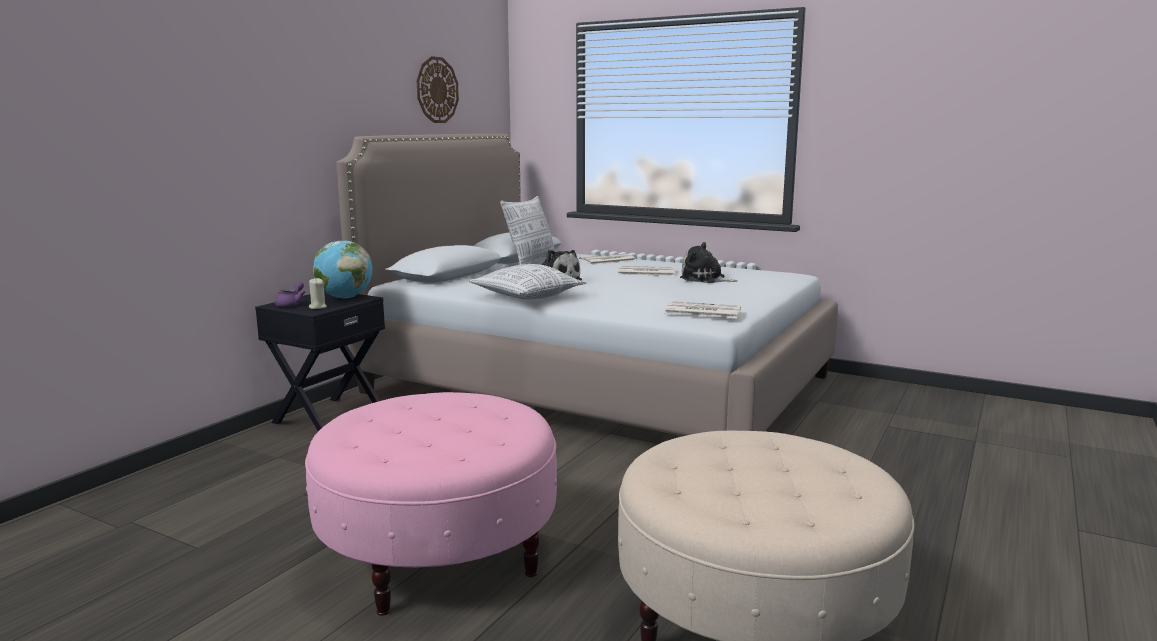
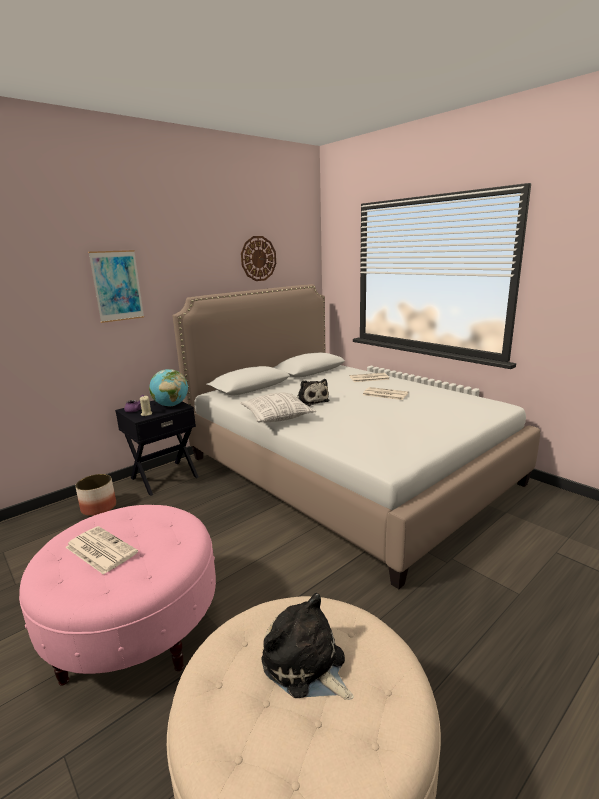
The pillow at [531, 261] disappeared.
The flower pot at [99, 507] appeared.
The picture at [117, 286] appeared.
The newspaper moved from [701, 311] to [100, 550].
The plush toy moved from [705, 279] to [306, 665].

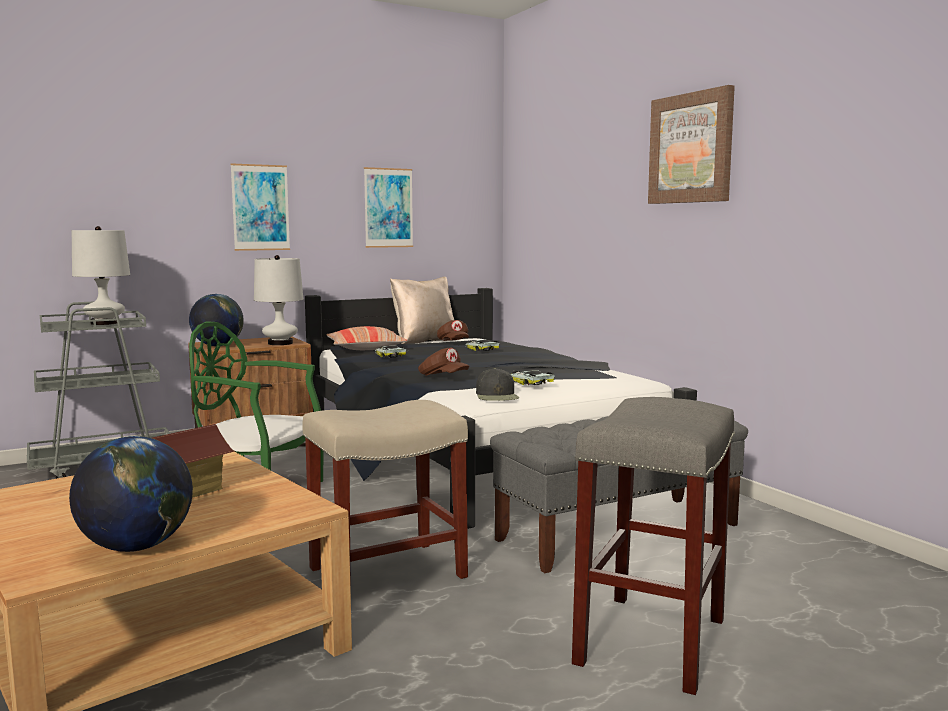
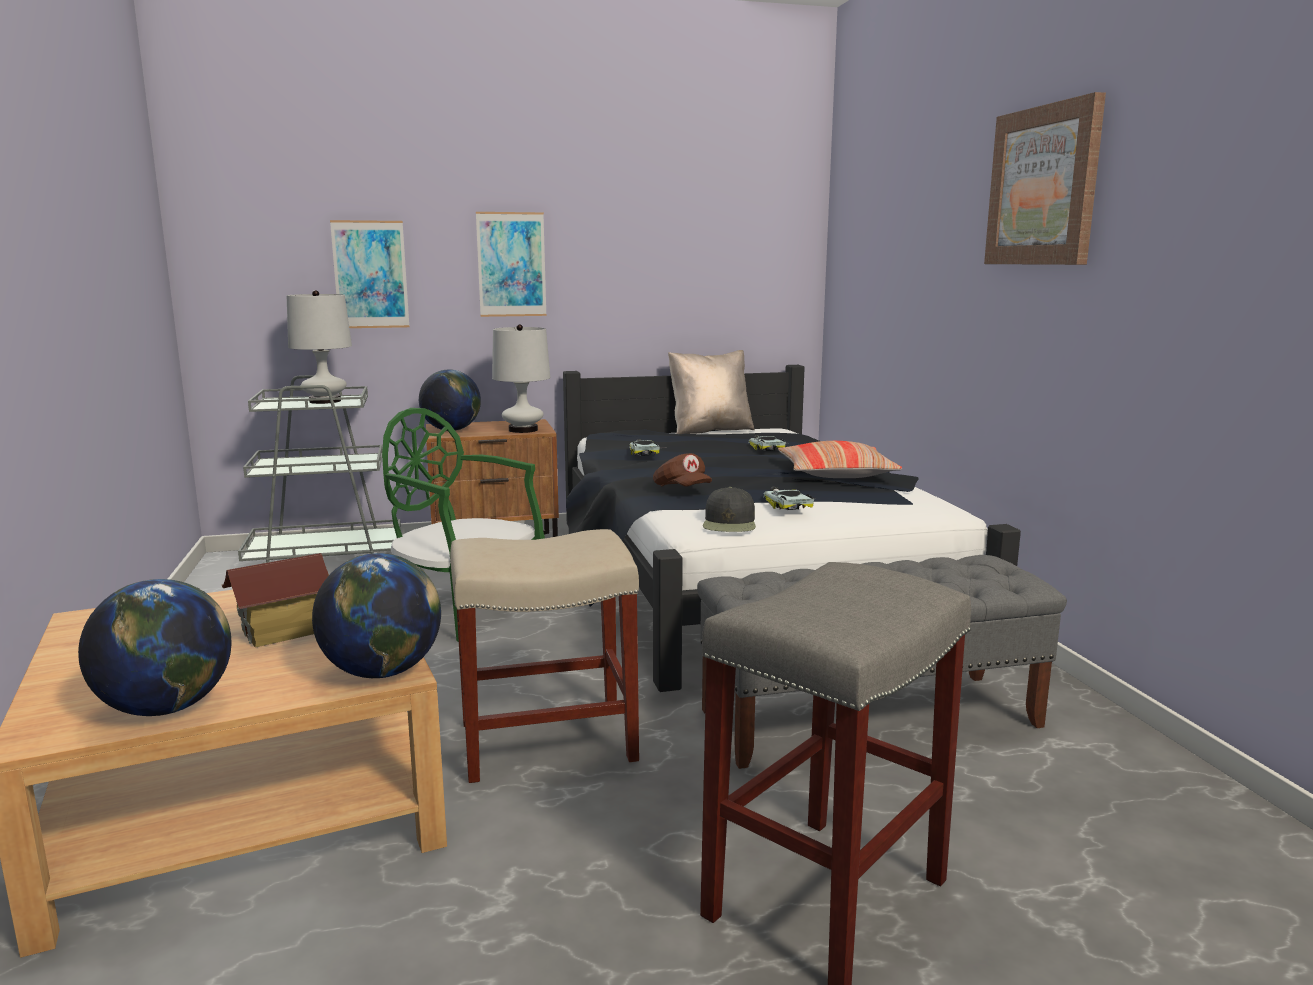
The brown-coloured baseball cap at [453, 342] disappeared.
The globe at [383, 673] appeared.
The pillow moved from [365, 348] to [836, 474].
The picture moved from [388, 208] to [370, 274].

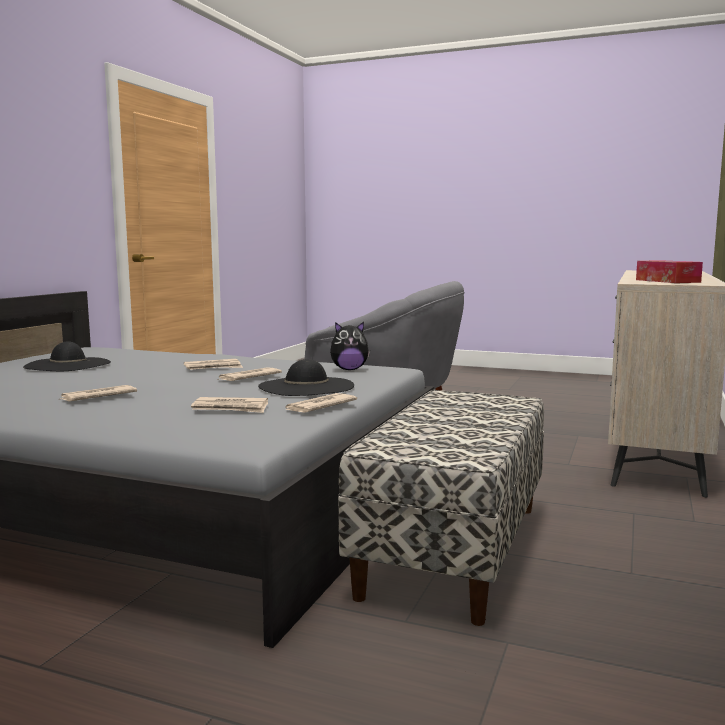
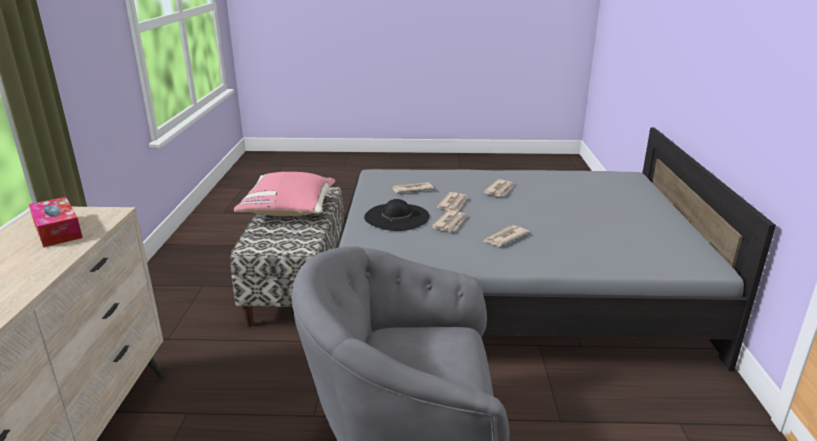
The blackish hat at [67, 365] disappeared.
The plush toy at [349, 369] disappeared.
The pink-coloured pillow at [289, 211] appeared.
The newspaper moved from [319, 407] to [453, 203].

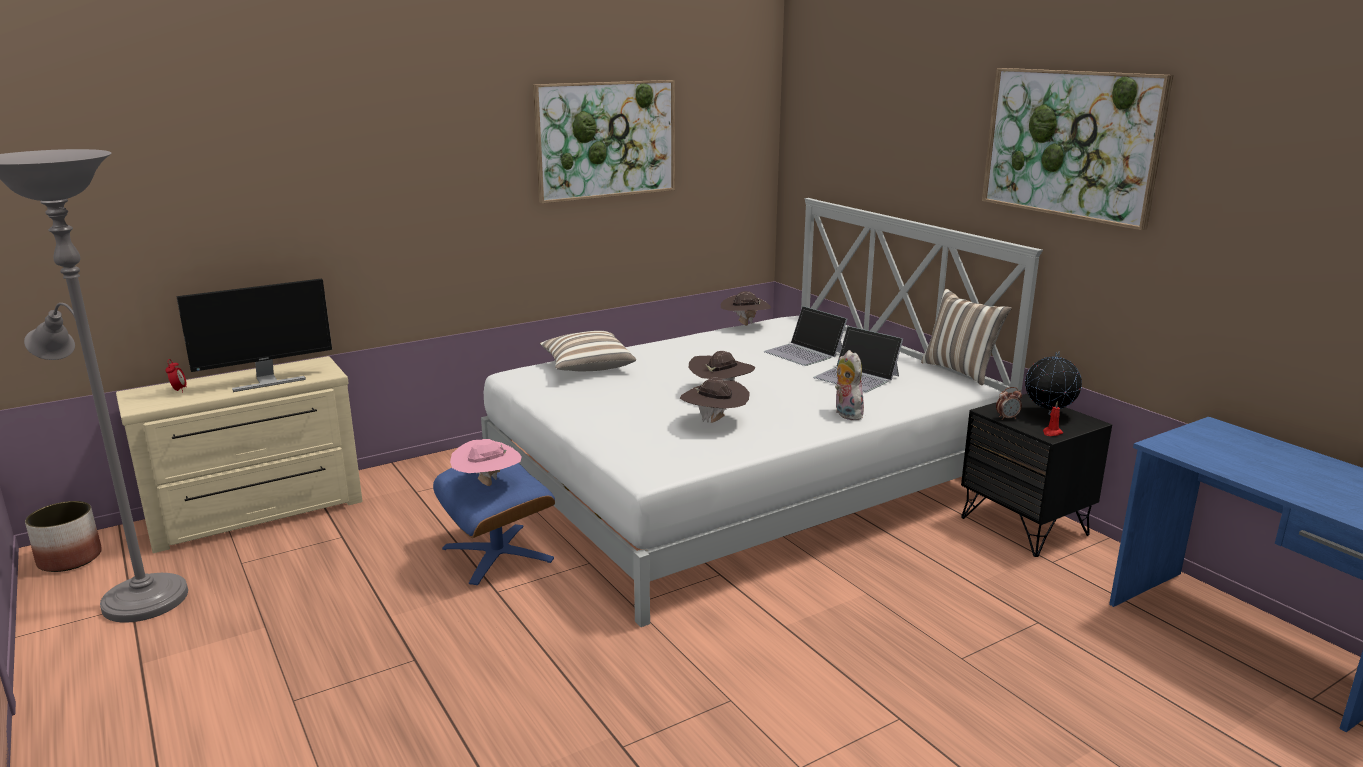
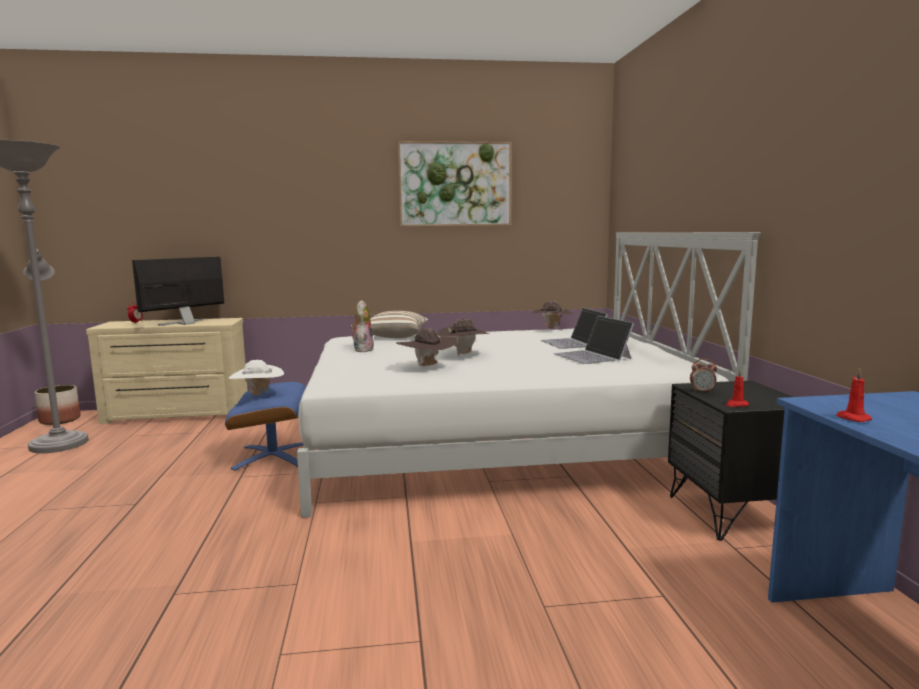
The pillow at [961, 371] disappeared.
The picture at [1070, 144] disappeared.
The globe at [1048, 414] disappeared.
The reddish wax light at [852, 418] appeared.
The plush toy moved from [846, 414] to [362, 350].
The pink-coloured hat at [487, 484] became the whitish hat at [258, 395].
The computer display at [266, 381] turned 135 degrees clockwise.

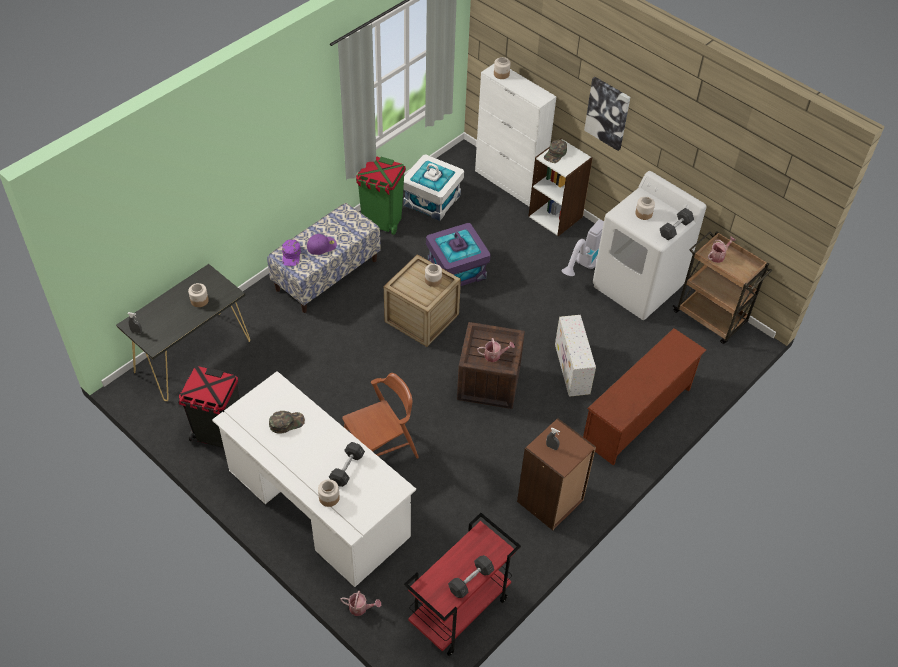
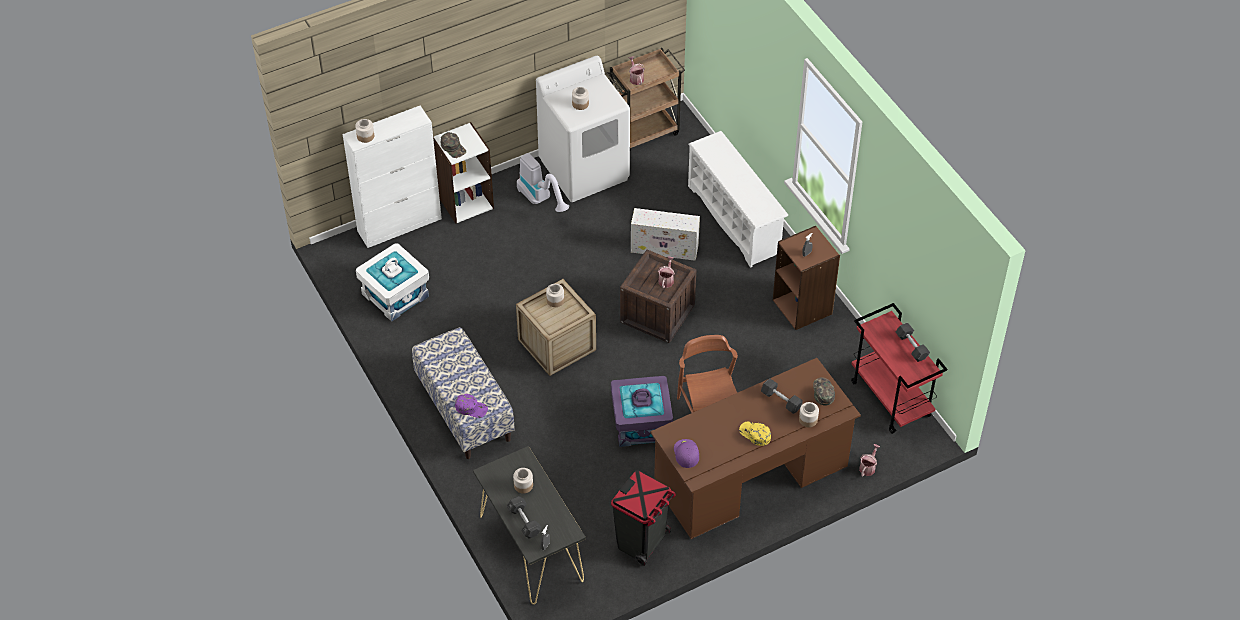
The green trash can at [381, 221] disappeared.
The picture at [608, 113] disappeared.
The yellow baseball cap at [755, 434] appeared.
The green baseball cap moved from [286, 422] to [823, 392].
The purplish baseball cap moved from [322, 245] to [686, 453].
The purplish storage bin moved from [457, 270] to [641, 423].
The greyish dumbbell moved from [675, 229] to [524, 521].
The whitish desk table at [317, 504] became the brown-coloured desk table at [751, 476].
The brown-coloured shoe rack at [638, 417] became the whitish shoe rack at [735, 219].

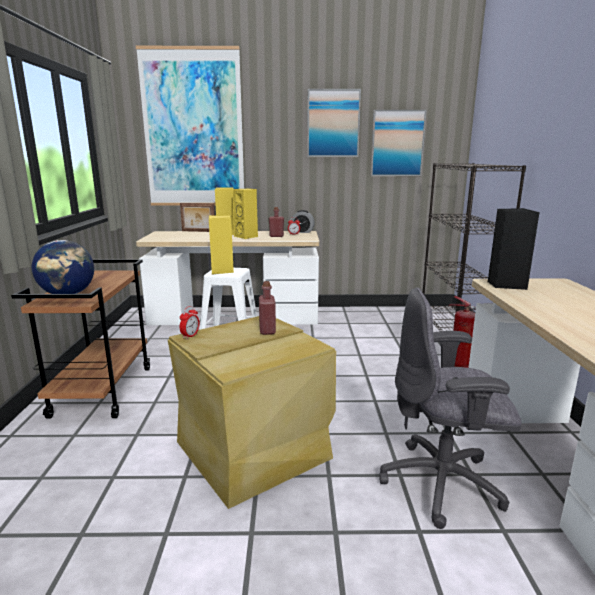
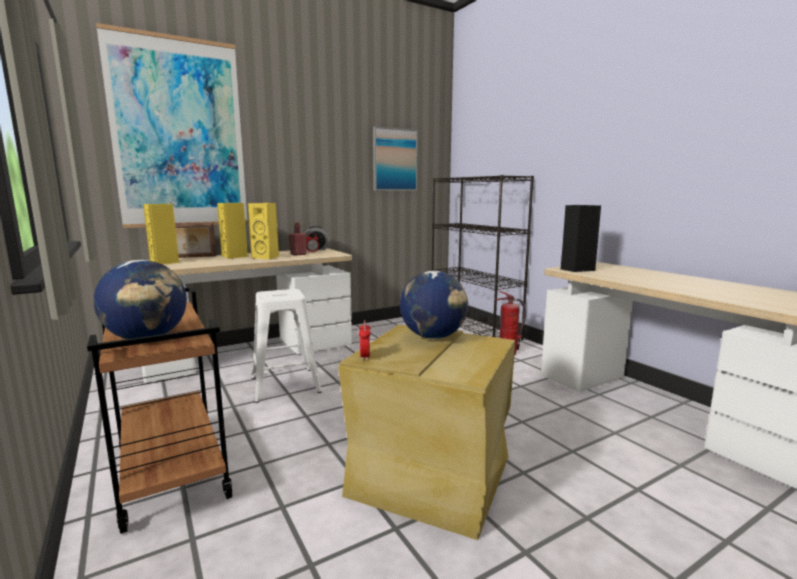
The picture at [333, 123] disappeared.
The greyish office chair at [443, 483] disappeared.
The yellow loudspeaker moved from [222, 271] to [164, 262].
The reddish drink bottle at [267, 330] was replaced by the globe at [433, 337].

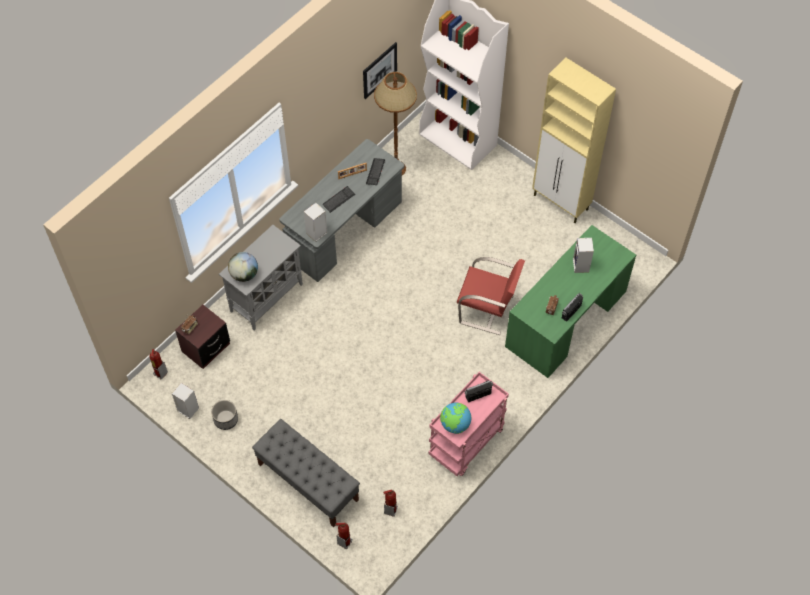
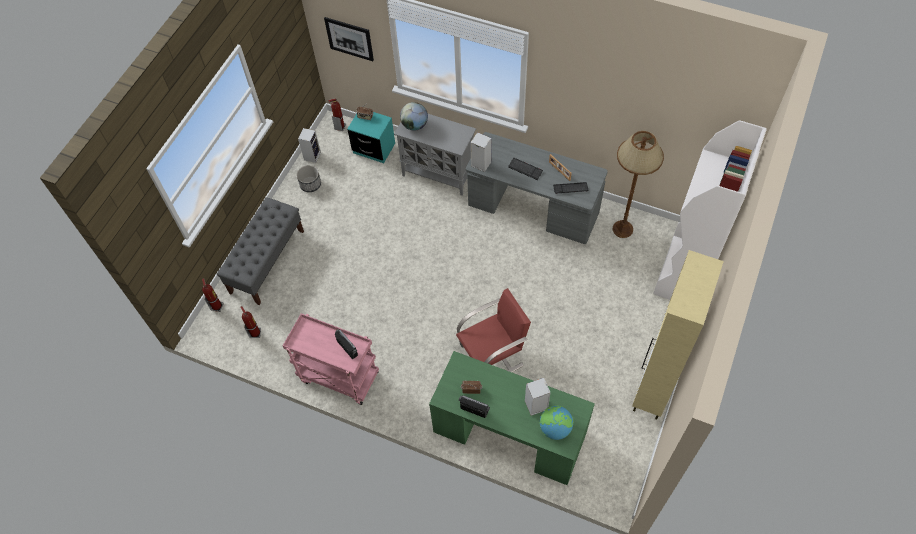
The picture moved from [379, 70] to [349, 38].
The globe moved from [455, 424] to [555, 428].
The brown-coloured nightstand at [206, 348] became the turquoise nightstand at [374, 148].
The reddish upright chair at [487, 309] turned 120 degrees counterclockwise.

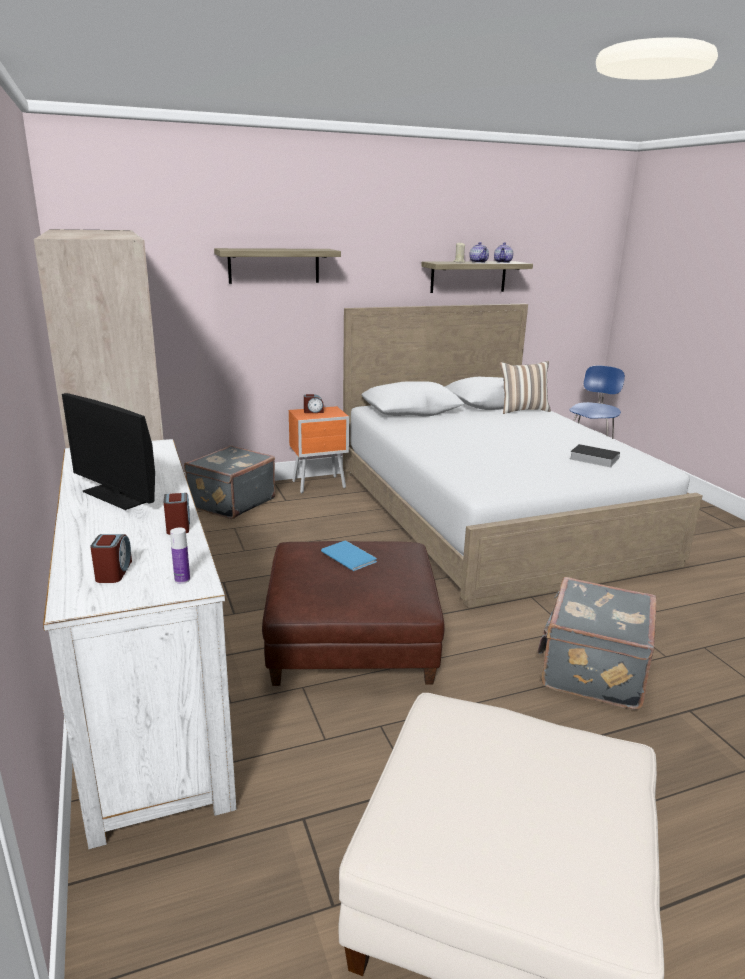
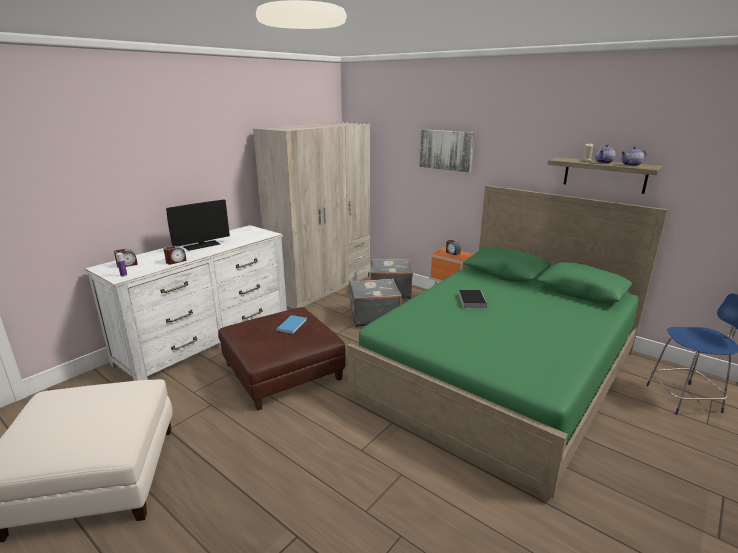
The pillow at [522, 410] disappeared.
The greyish travel case moved from [591, 670] to [373, 316].
The volume moved from [592, 458] to [471, 301].
The shelf at [274, 266] was replaced by the picture at [446, 150].
The whitish sleeping bed at [492, 514] became the green sleeping bed at [502, 374].
The computer display at [117, 495] turned 135 degrees counterclockwise.

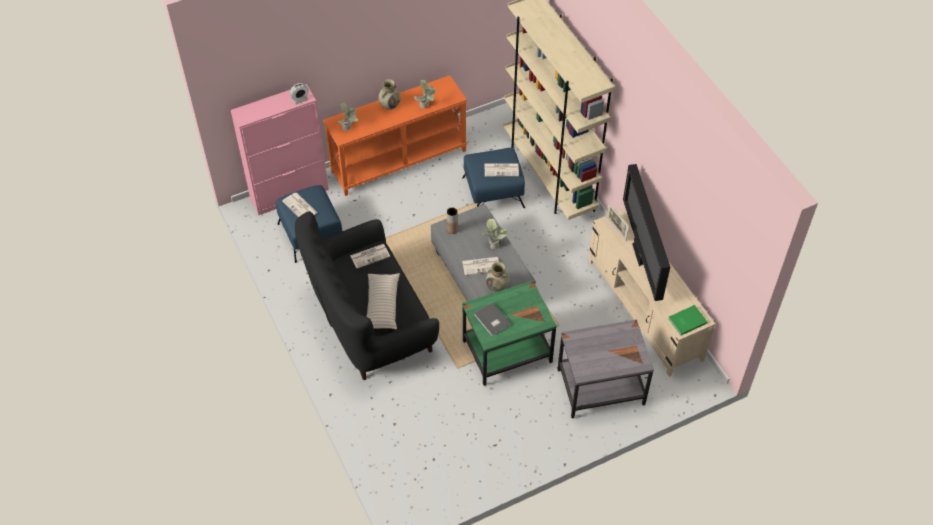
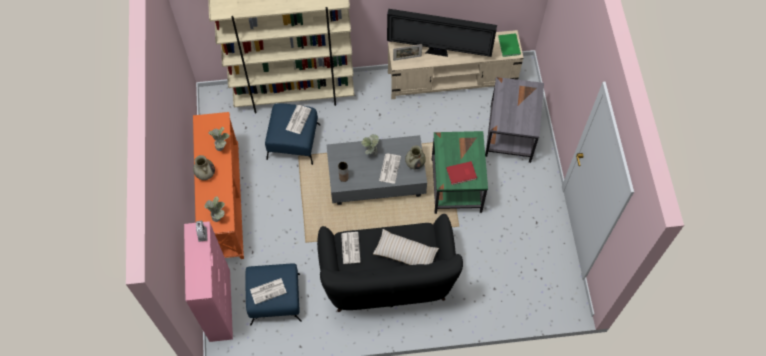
The greyish volume at [491, 320] became the reddish volume at [462, 174].

